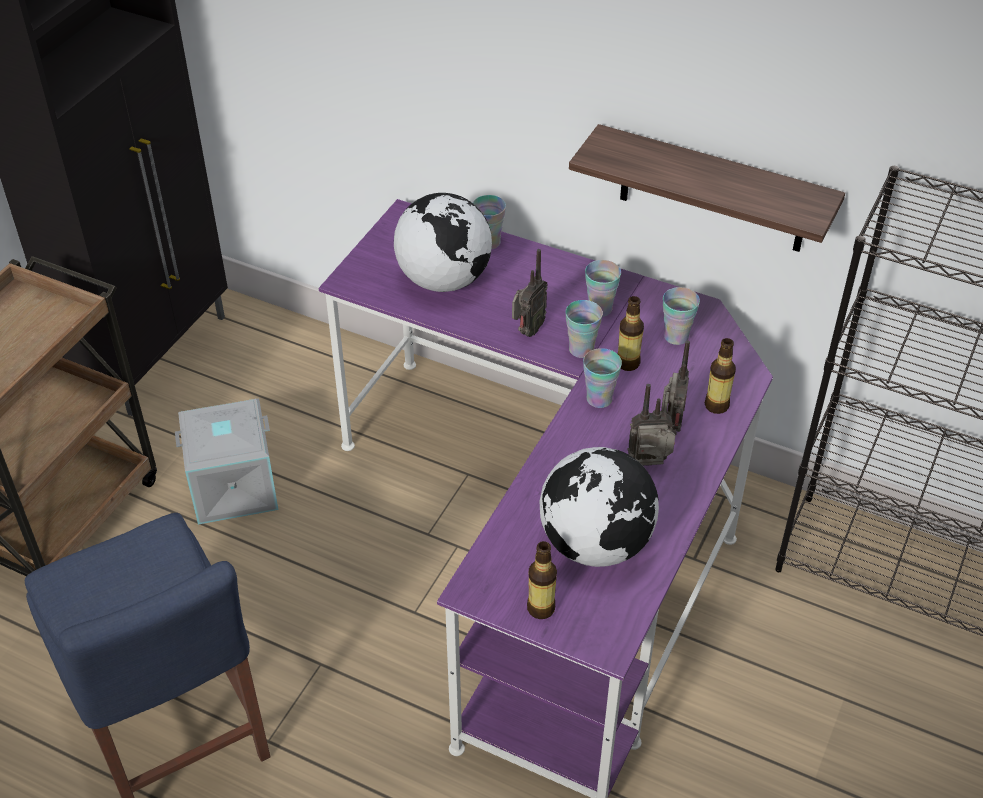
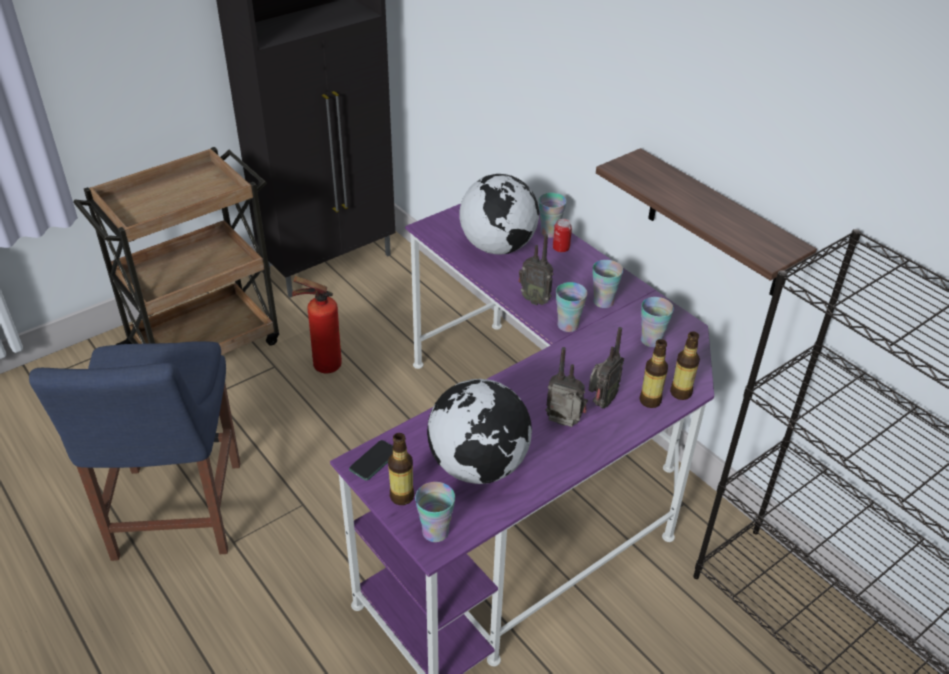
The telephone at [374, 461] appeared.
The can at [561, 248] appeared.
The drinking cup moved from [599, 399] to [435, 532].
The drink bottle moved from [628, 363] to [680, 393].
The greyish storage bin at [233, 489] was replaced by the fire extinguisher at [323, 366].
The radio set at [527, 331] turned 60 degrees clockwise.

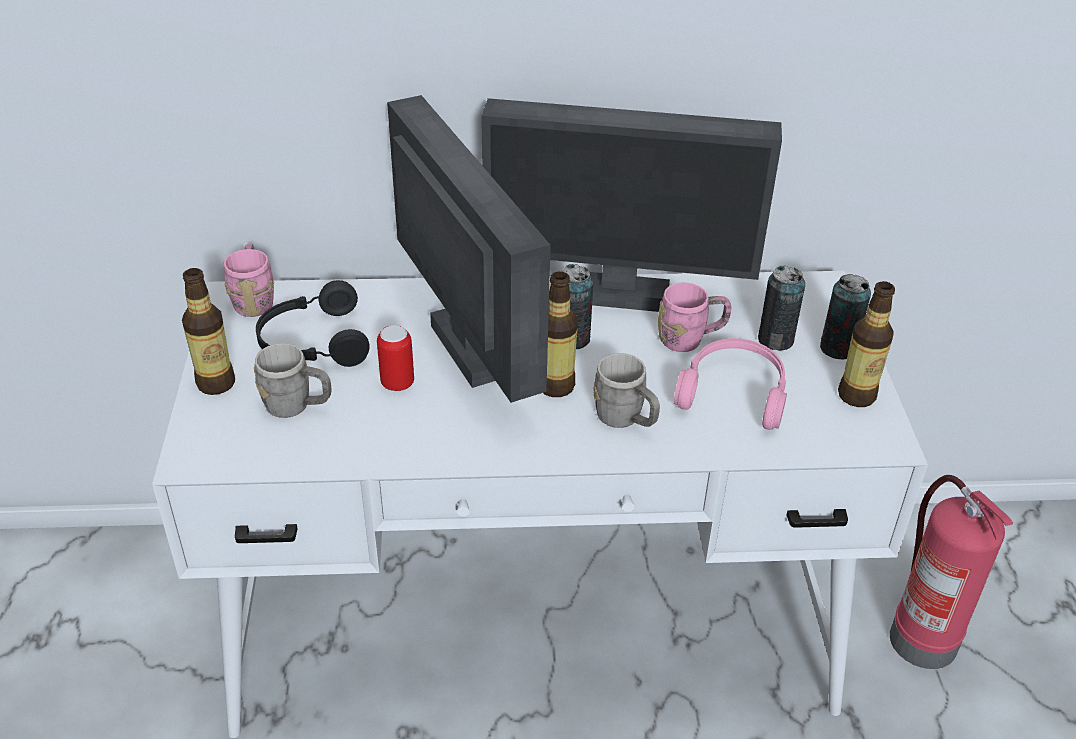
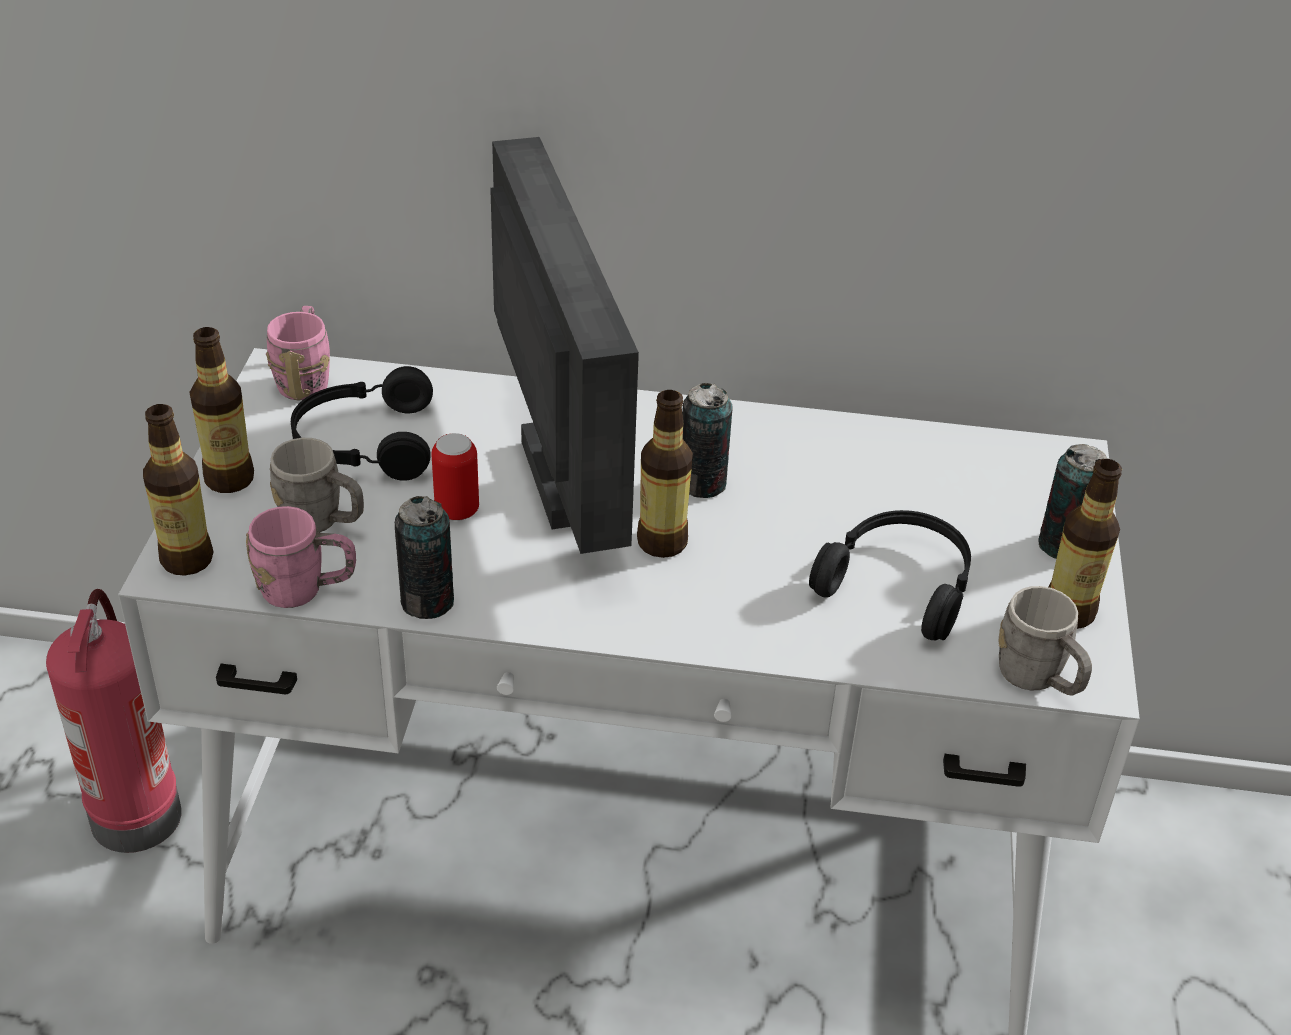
The computer display at [618, 295] disappeared.
The drink bottle at [187, 559] appeared.
The greyish mug moved from [625, 420] to [1038, 680].
The pink-coloured mug moved from [690, 339] to [305, 590].
The can moved from [775, 340] to [427, 602].
The fire extinguisher moved from [920, 638] to [135, 813].
The pink-coloured headphones at [734, 392] became the blackish headphones at [900, 584].

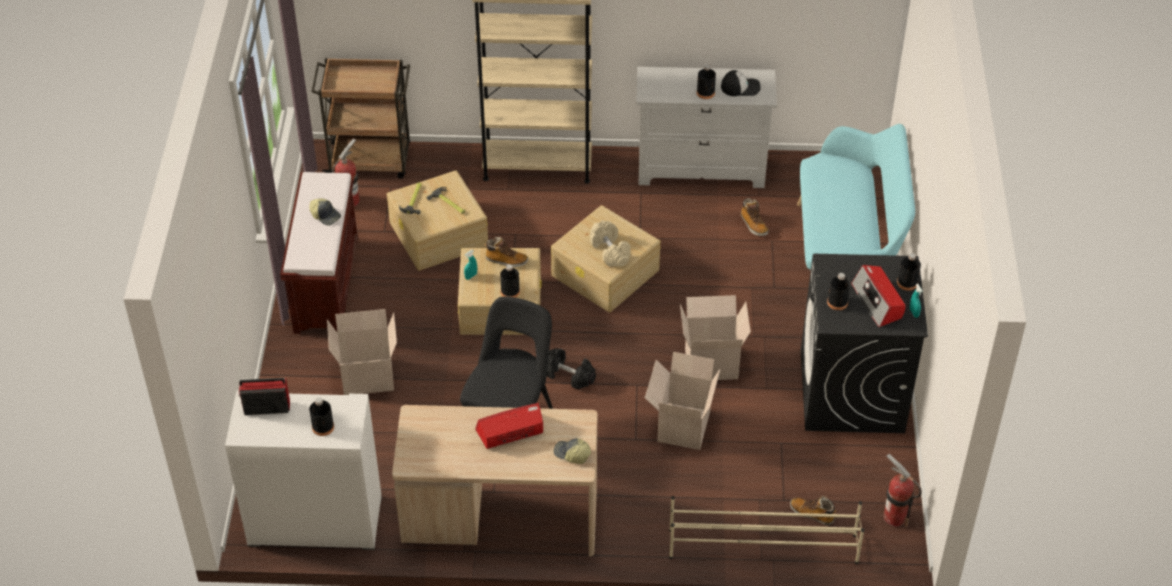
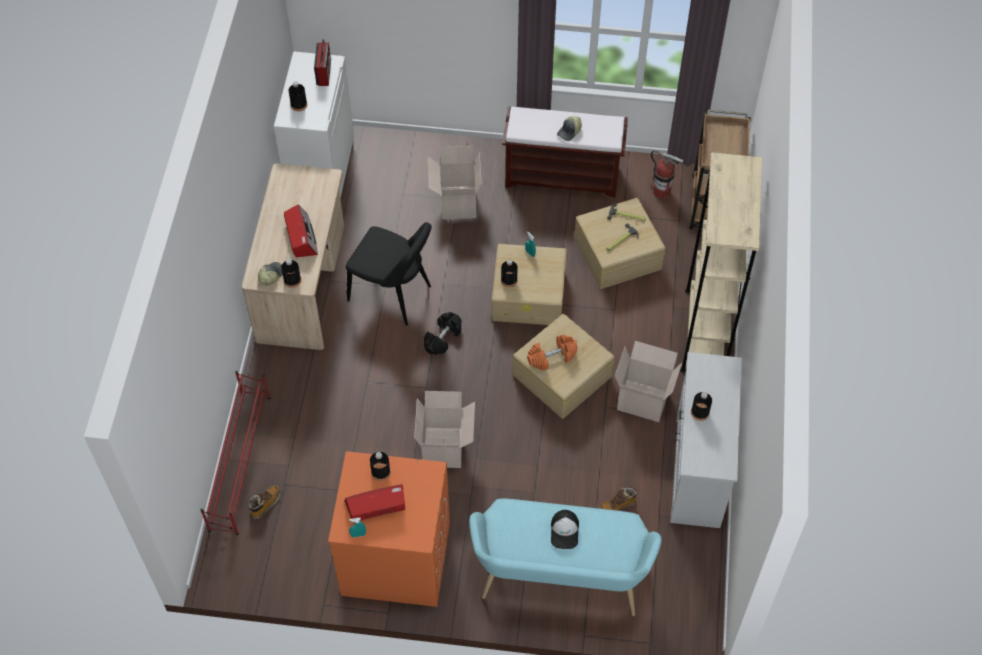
The boot at [506, 261] disappeared.
The fire extinguisher at [895, 517] disappeared.
The packing box moved from [682, 425] to [644, 399].
The baseball cap moved from [740, 87] to [565, 531].
The blackish drink bottle moved from [907, 283] to [292, 280].
The beige-coloured dumbbell at [610, 251] became the orangey dumbbell at [552, 357].
The beige-coloured shoe rack at [762, 546] became the reddish shoe rack at [240, 461].
The blackish laundry machine at [852, 392] became the orangey laundry machine at [395, 559].

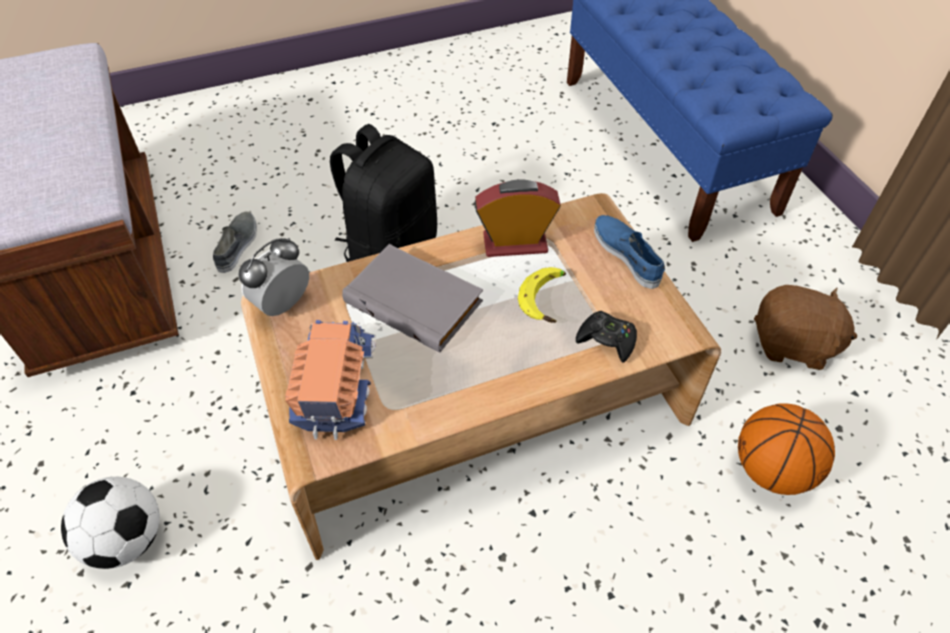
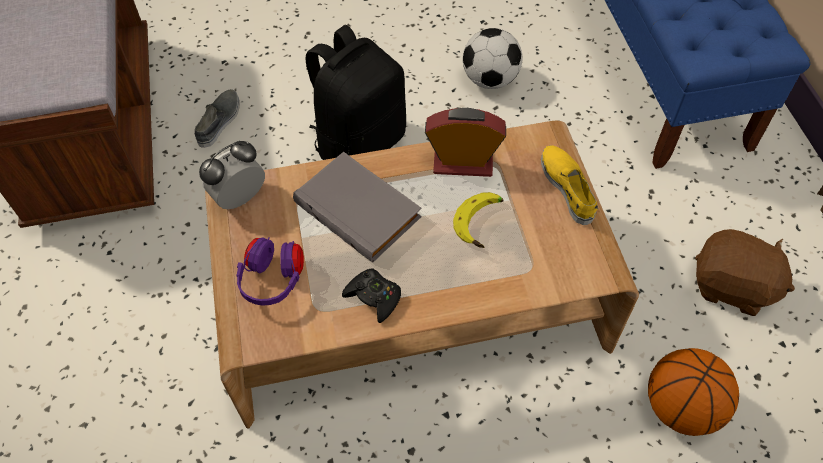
The ball for football moved from [127, 540] to [490, 80].
The blackish gamepad moved from [607, 340] to [374, 297].
The model truck at [334, 385] was replaced by the purplish headphones at [273, 281].
The bluish shoe at [627, 254] became the yellow shoe at [568, 187].

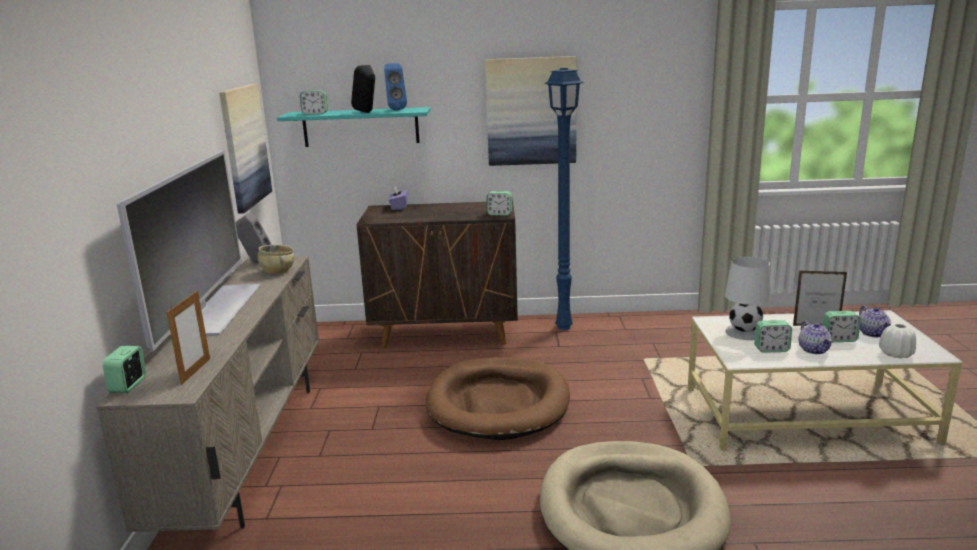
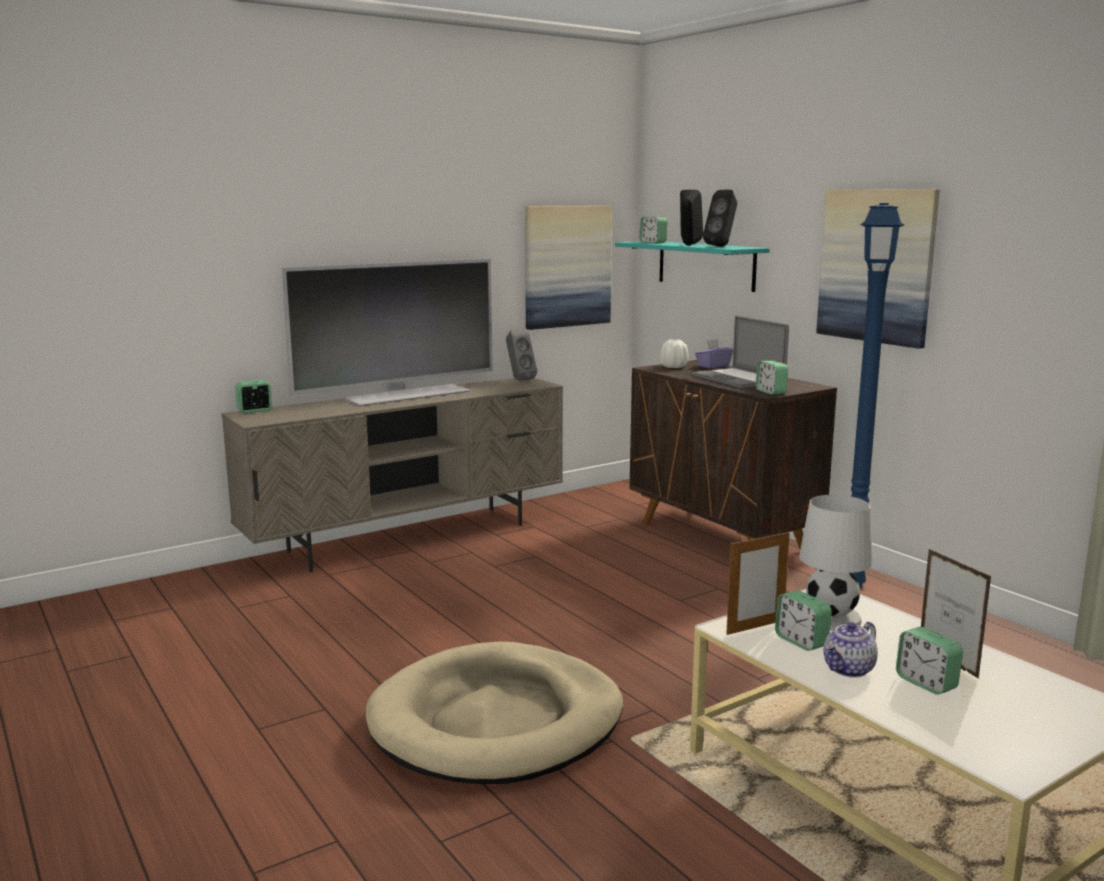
The beige-coloured serving bowl at [277, 271] disappeared.
The brown-coloured dog cushion at [498, 403] disappeared.
The tea pot at [873, 333] disappeared.
The laptop at [737, 379] appeared.
The picture frame moved from [195, 371] to [755, 627].
The whitish decorative vase moved from [896, 354] to [673, 367].
The bluish loudspeaker at [396, 110] became the blackish loudspeaker at [721, 246].

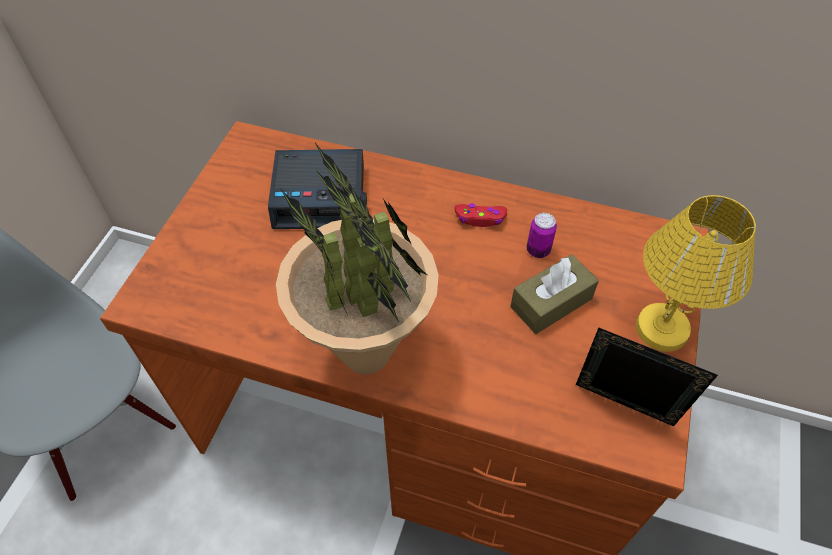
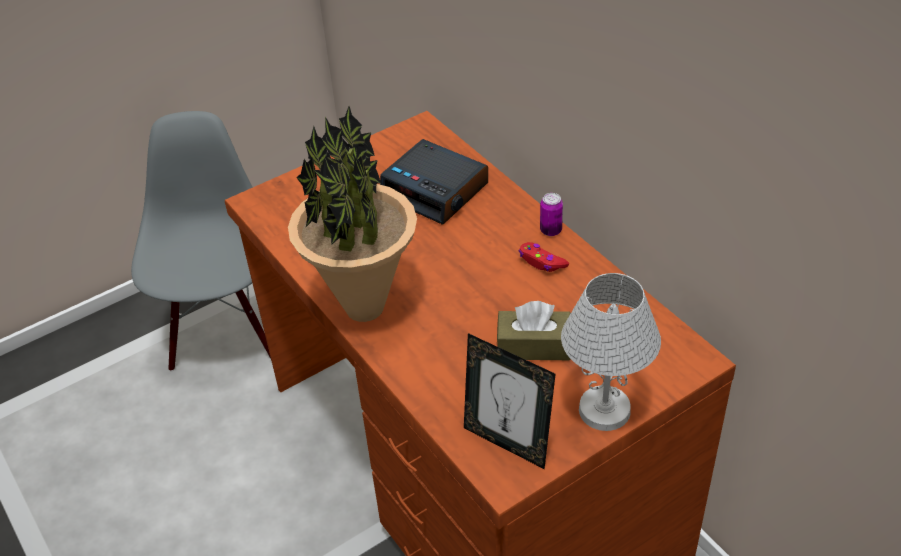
The can moved from [538, 250] to [550, 230].
The yellow lamp for a table at [662, 328] became the whitish lamp for a table at [605, 410].
The picture frame at [621, 412] turned 150 degrees clockwise.

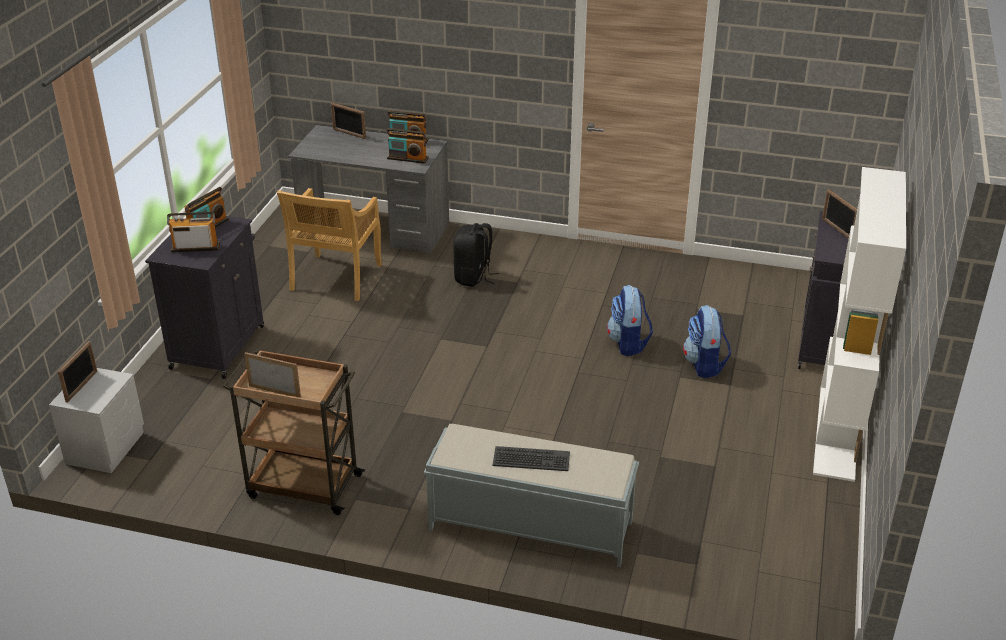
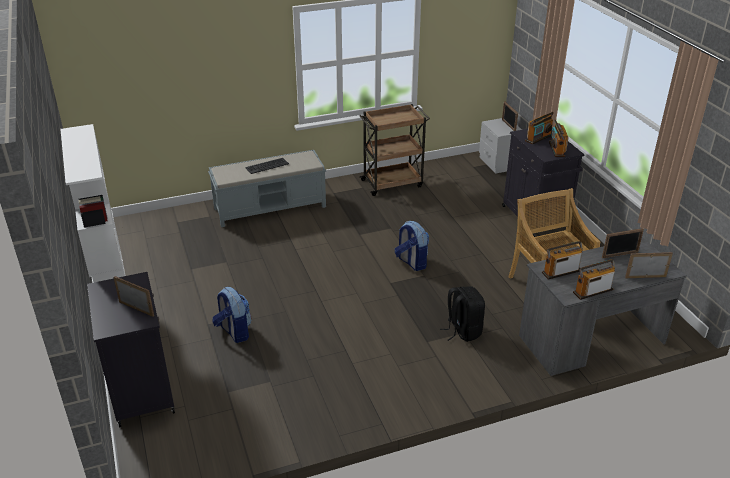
The picture frame moved from [275, 391] to [620, 255].
The backpack moved from [628, 343] to [411, 262].

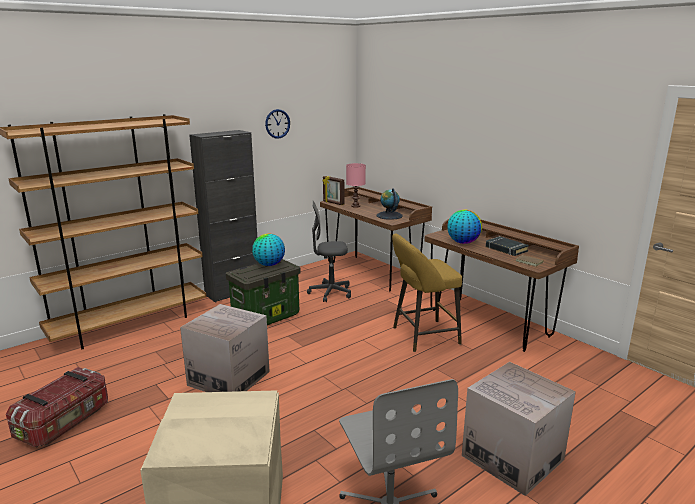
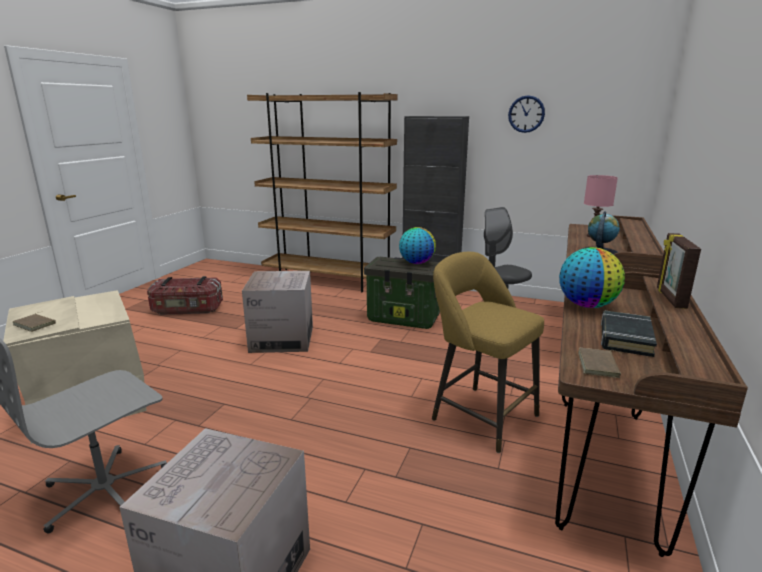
The brown-coloured volume at [36, 324] appeared.
The picture frame moved from [333, 203] to [670, 298].

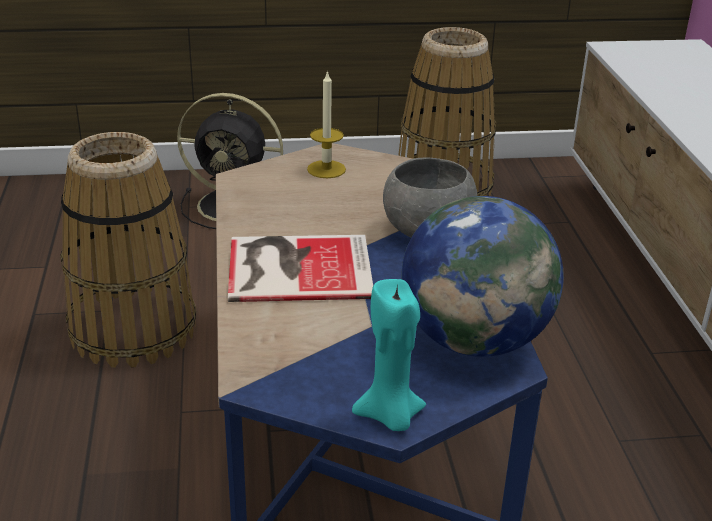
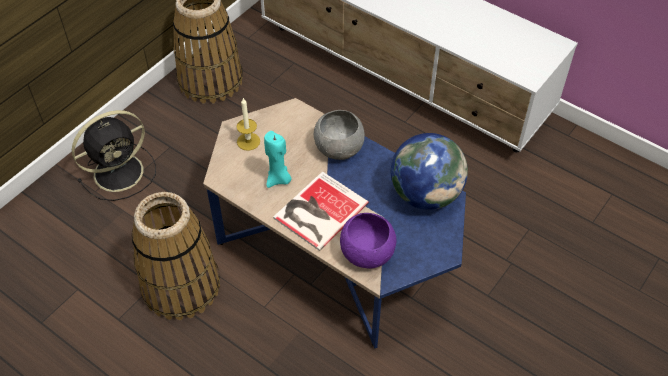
The purplish serving bowl at [367, 252] appeared.
The turquoise wax light moved from [390, 416] to [278, 179].

